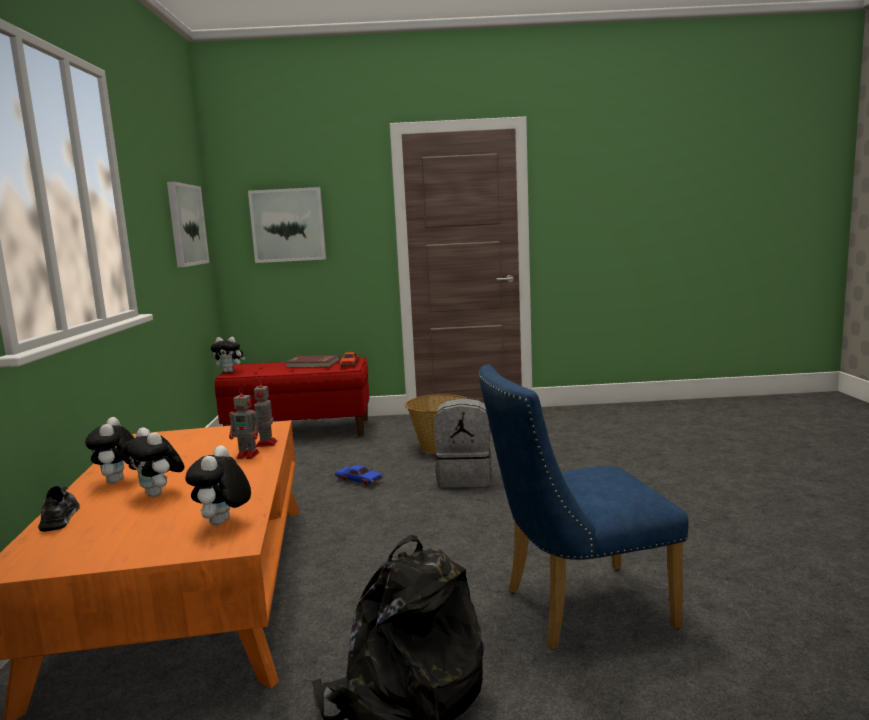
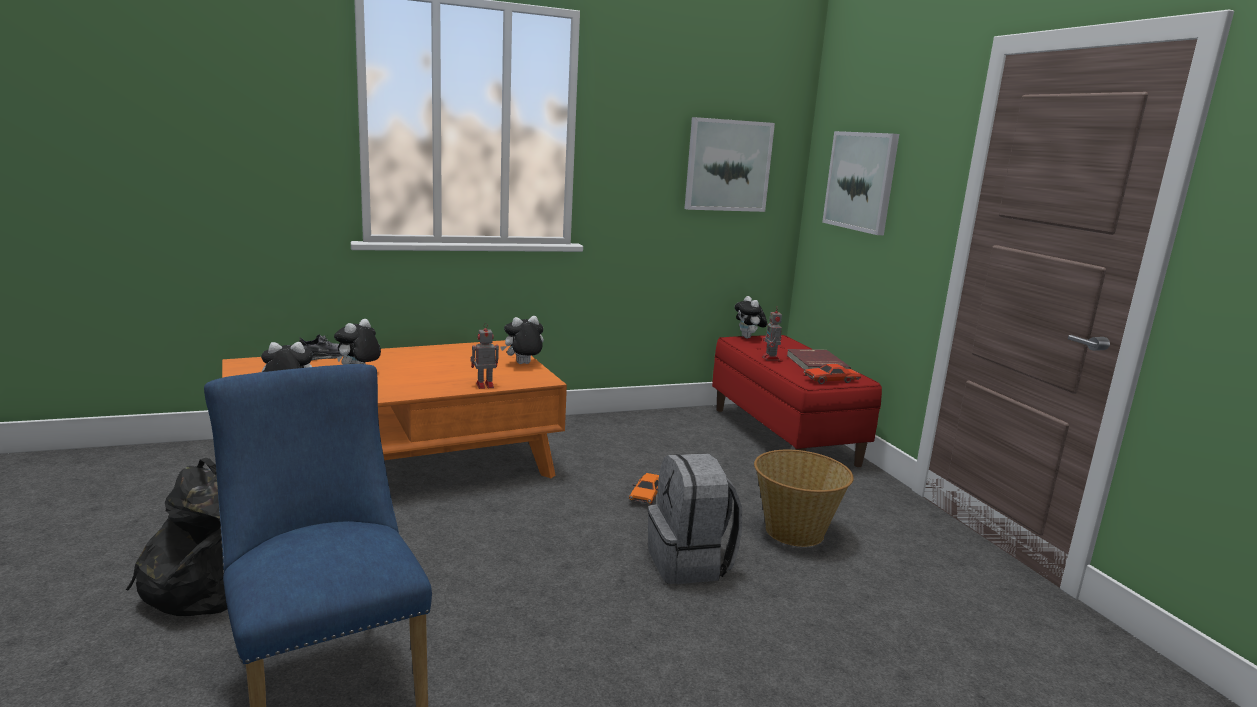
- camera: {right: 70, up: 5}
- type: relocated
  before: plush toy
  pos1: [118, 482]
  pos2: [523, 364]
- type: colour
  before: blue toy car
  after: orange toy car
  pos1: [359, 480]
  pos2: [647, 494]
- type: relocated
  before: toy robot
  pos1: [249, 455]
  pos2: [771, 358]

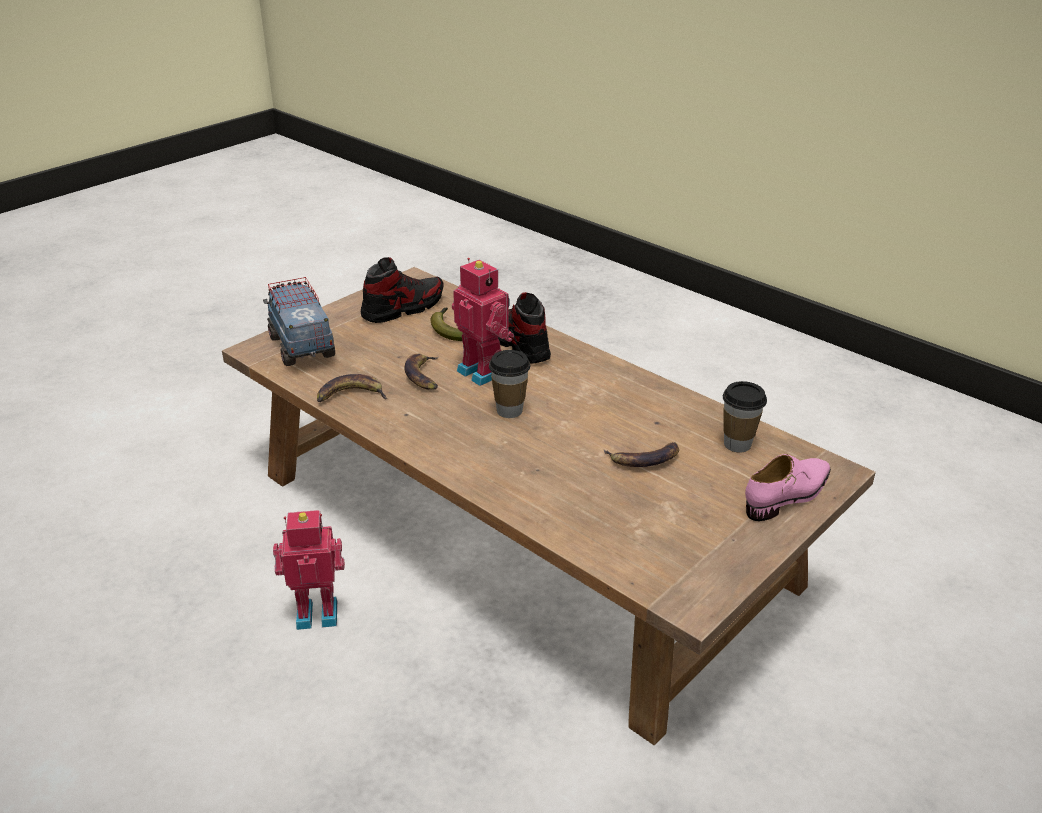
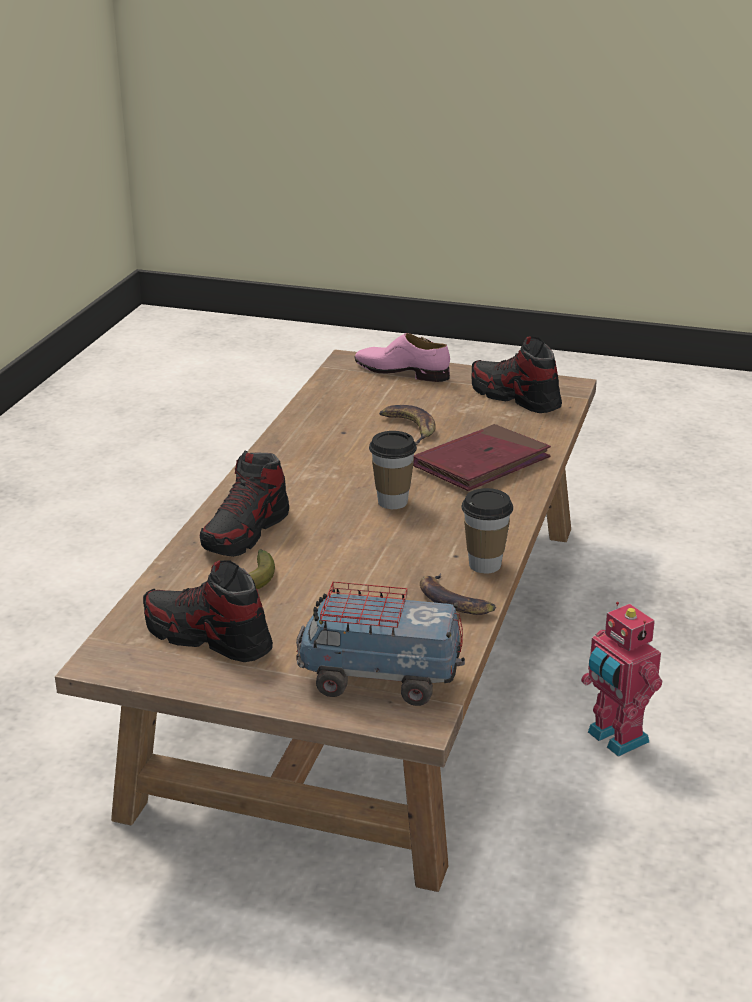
- camera: {right: -115, up: -5}
- type: spun
  before: toy truck
  pos1: [302, 347]
  pos2: [379, 679]
  turn: 60
- type: appeared
  after: red book
  pos2: [481, 463]
- type: relocated
  before: cup
  pos1: [737, 444]
  pos2: [485, 565]
- type: appeared
  after: shoe
  pos2: [515, 397]
- type: missing
  before: banana
  pos1: [424, 376]
- type: missing
  before: toy robot
  pos1: [483, 371]

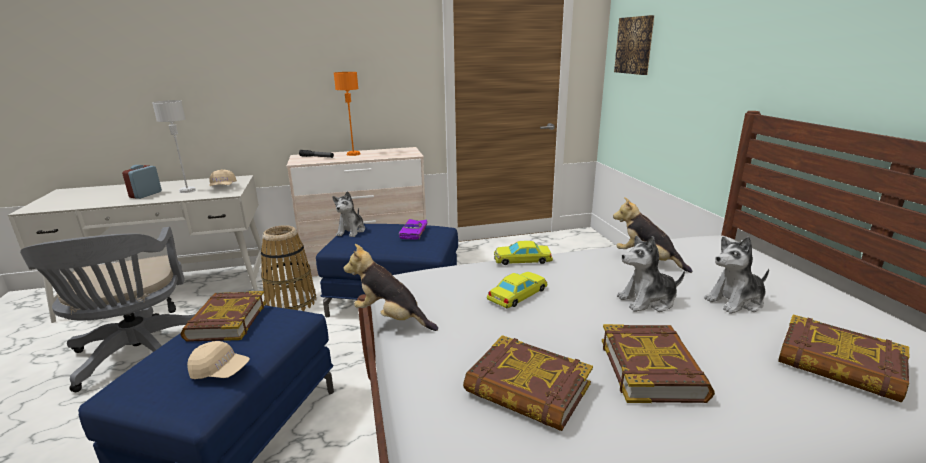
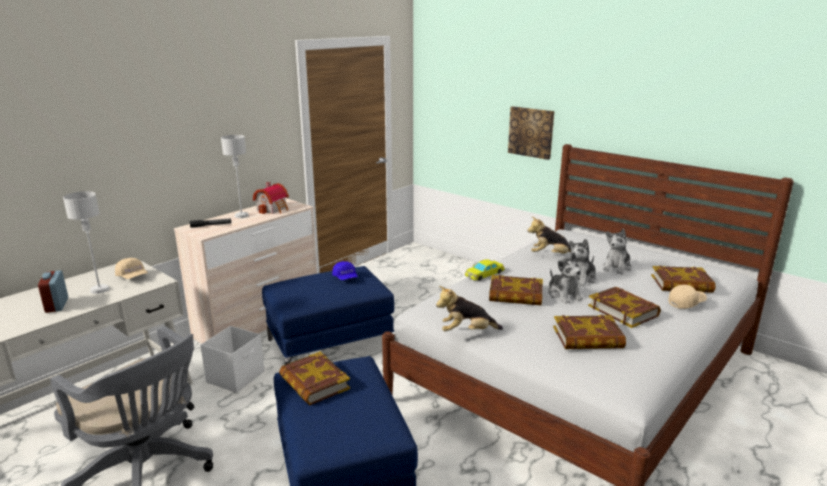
- camera: {right: -35, up: 0}
- type: exchanged
  before: basket
  after: white storage box
  pos1: [291, 302]
  pos2: [236, 377]
- type: colour
  before: orange table lamp
  after: grey table lamp
  pos1: [353, 154]
  pos2: [241, 215]
- type: appeared
  after: toy house
  pos2: [273, 209]
- type: exchanged
  before: purple toy car
  after: blue cap
  pos1: [415, 233]
  pos2: [345, 278]
- type: exchanged
  before: yellow toy car
  after: book
  pos1: [518, 294]
  pos2: [515, 295]
- type: relocated
  before: picture
  pos1: [635, 45]
  pos2: [531, 132]
- type: relocated
  before: plush toy
  pos1: [351, 231]
  pos2: [563, 295]
- type: relocated
  before: beige cap
  pos1: [220, 371]
  pos2: [686, 303]

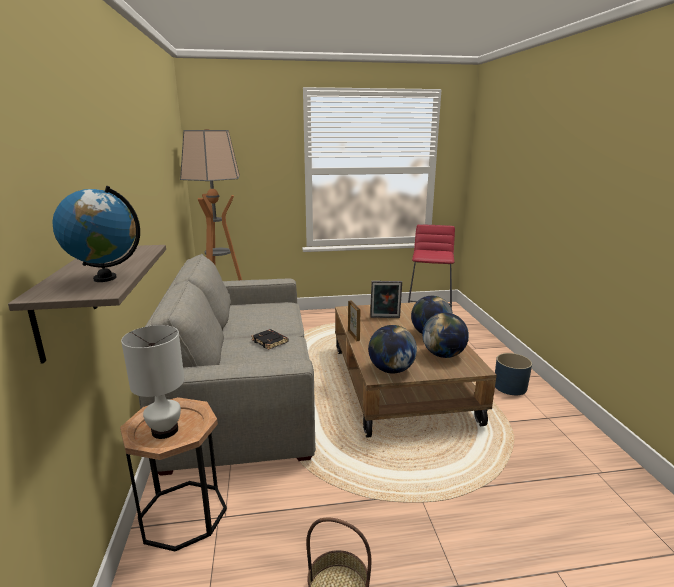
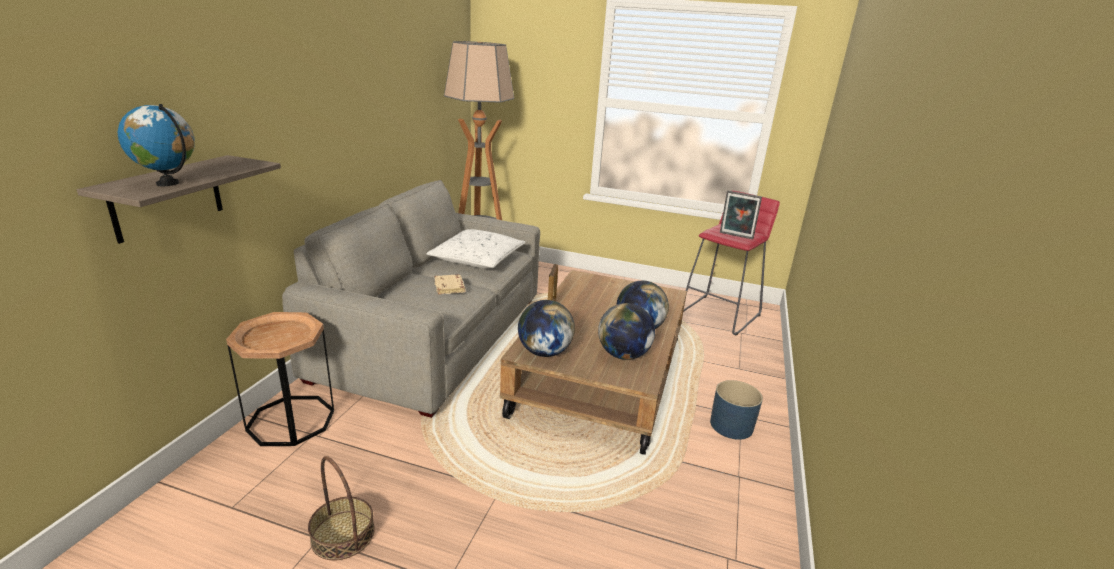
- camera: {right: 25, up: 5}
- type: appeared
  after: white pillow
  pos2: [477, 258]
- type: colour
  before: black book
  after: beige book
  pos1: [270, 341]
  pos2: [450, 287]
- type: relocated
  before: picture frame
  pos1: [385, 318]
  pos2: [735, 236]
- type: missing
  before: white table lamp
  pos1: [165, 431]

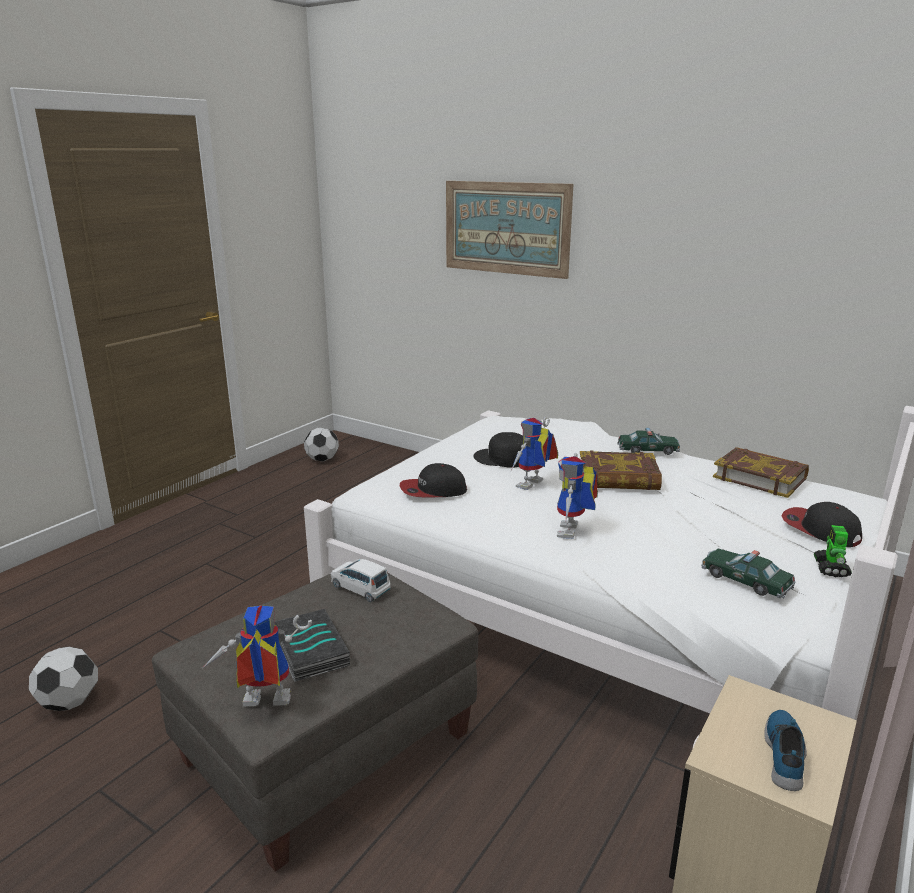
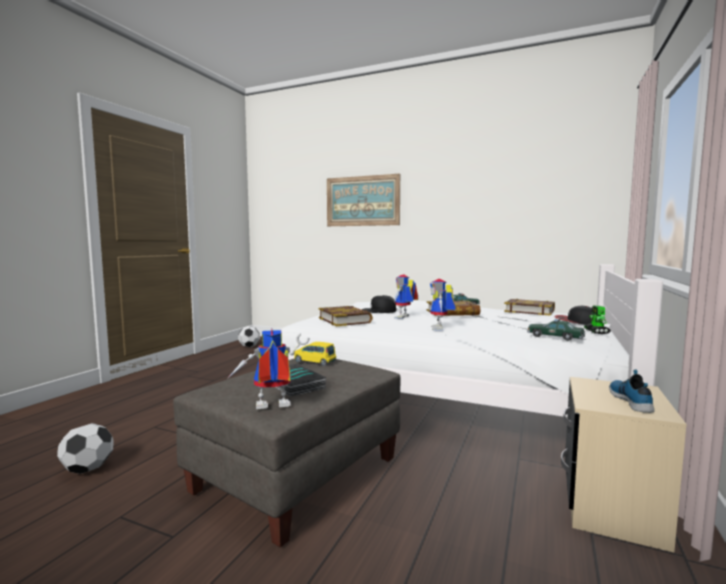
- camera: {right: -10, up: -15}
- type: colour
  before: white toy car
  after: yellow toy car
  pos1: [360, 588]
  pos2: [314, 361]
- type: exchanged
  before: cap
  after: book
  pos1: [433, 490]
  pos2: [345, 320]

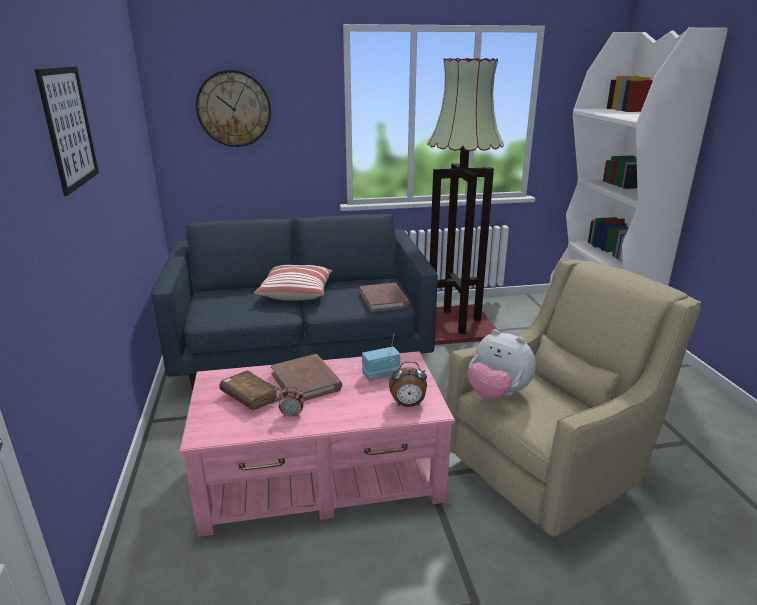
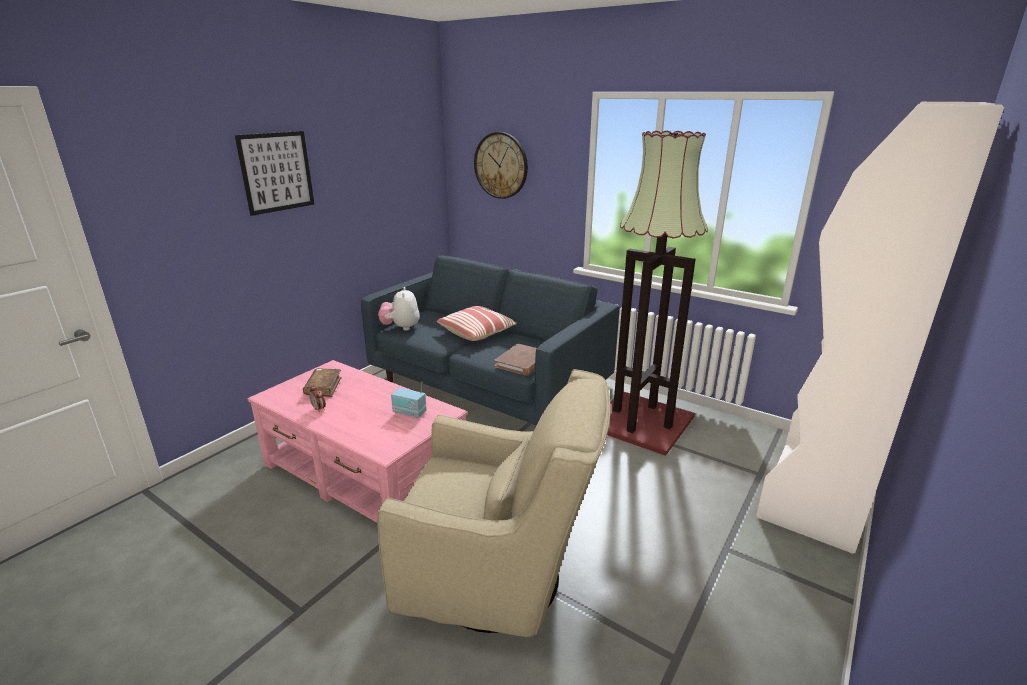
- camera: {right: 45, up: 0}
- type: relocated
  before: plush toy
  pos1: [497, 394]
  pos2: [401, 328]
- type: missing
  before: brown book
  pos1: [306, 381]
- type: missing
  before: alarm clock
  pos1: [408, 405]

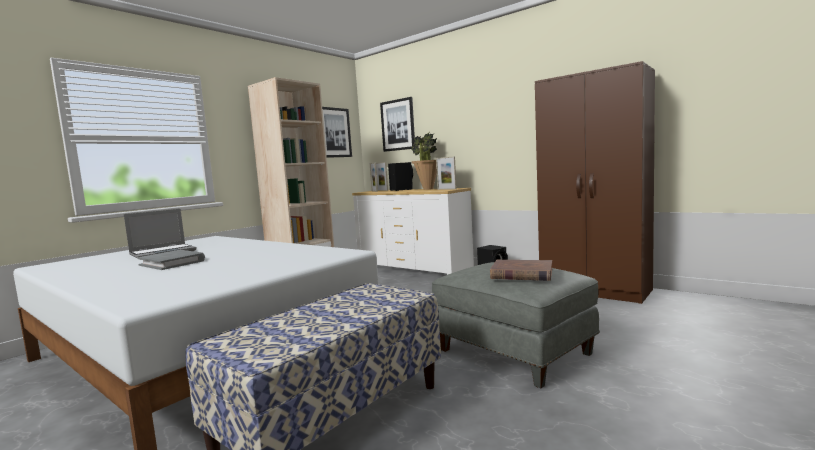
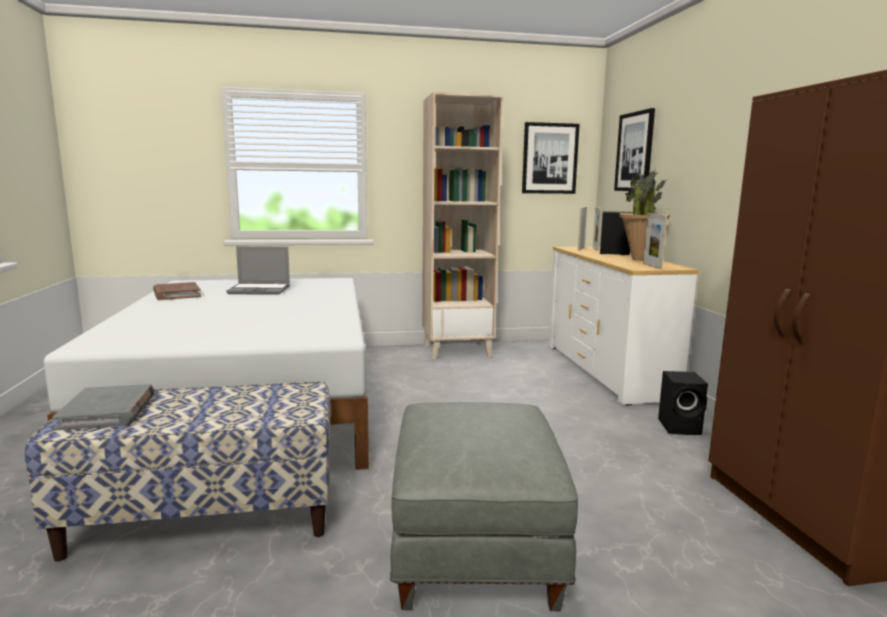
- camera: {right: 40, up: 5}
- type: relocated
  before: grey book
  pos1: [172, 263]
  pos2: [108, 411]
- type: relocated
  before: brown book
  pos1: [521, 274]
  pos2: [176, 294]

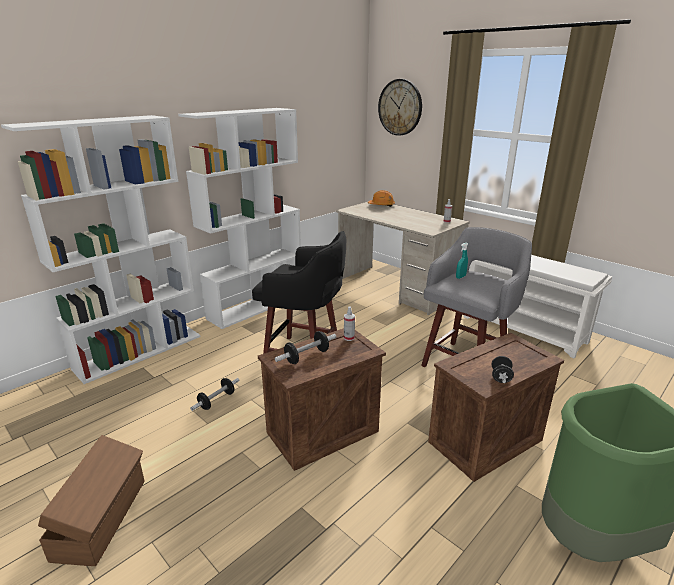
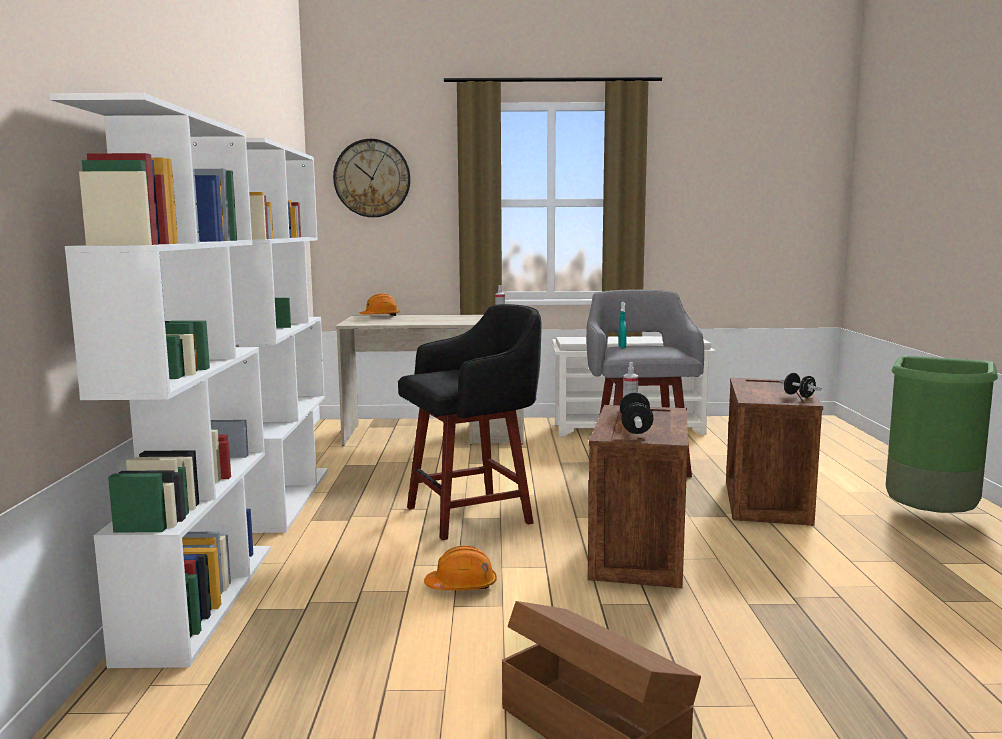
- camera: {right: -45, up: -15}
- type: exchanged
  before: dumbbell
  after: orange hard hat
  pos1: [216, 401]
  pos2: [462, 586]

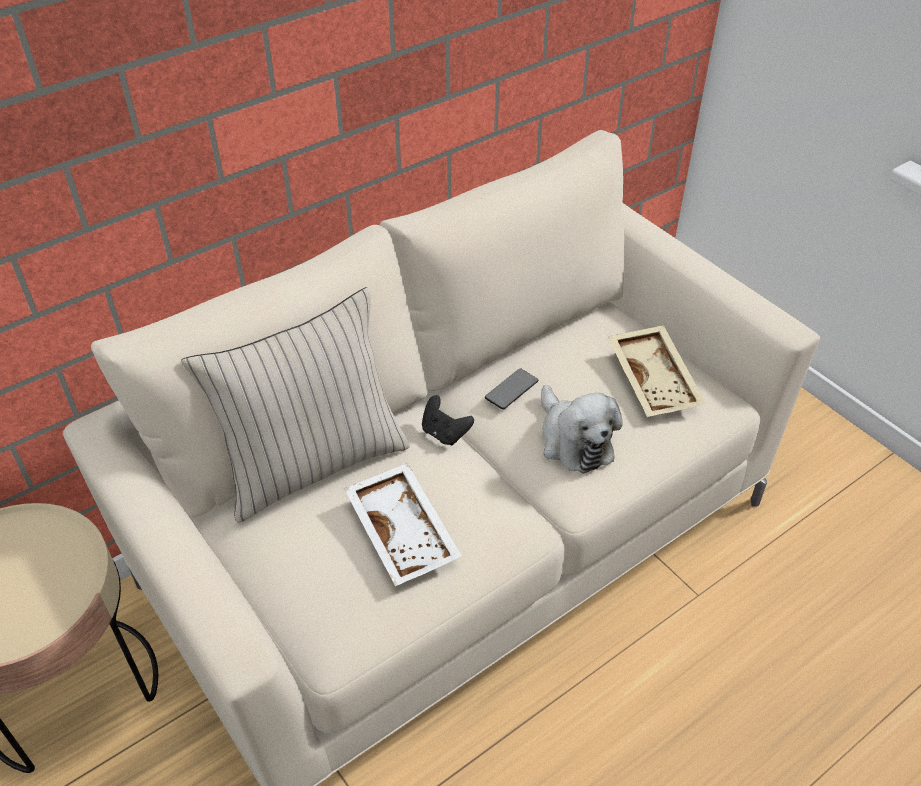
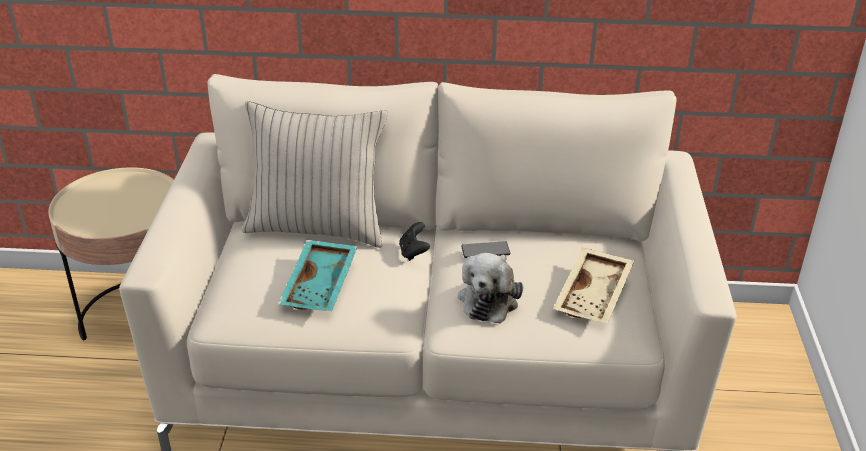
- camera: {right: 40, up: -10}
- type: colour
  before: white tray
  after: turquoise tray
  pos1: [404, 532]
  pos2: [321, 285]

